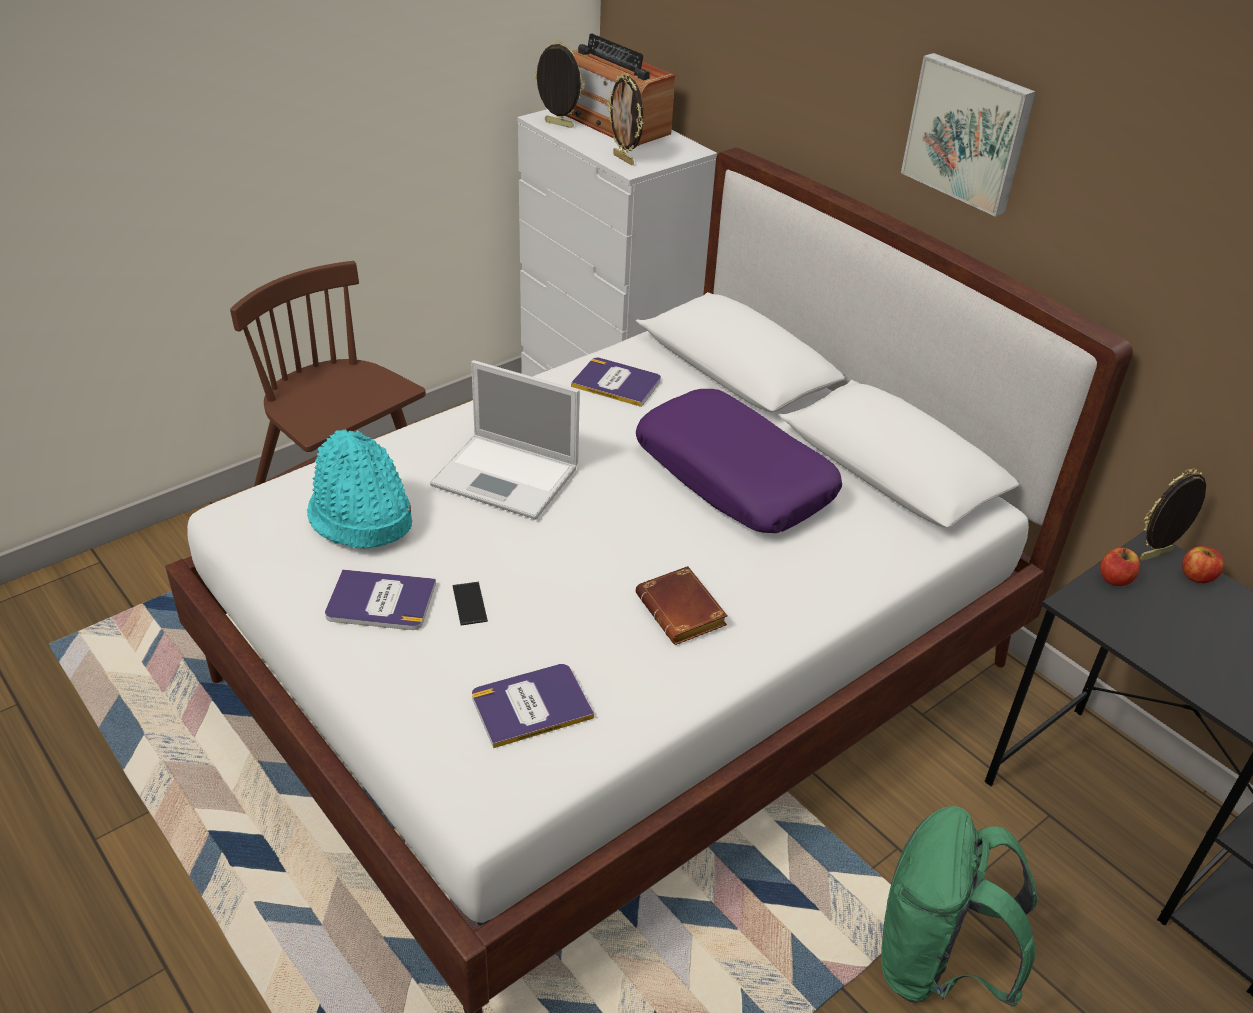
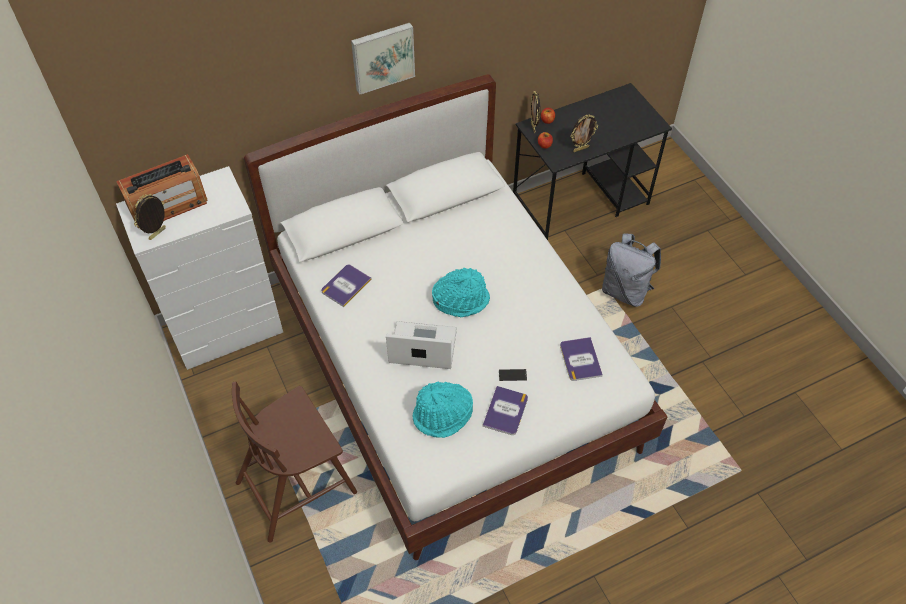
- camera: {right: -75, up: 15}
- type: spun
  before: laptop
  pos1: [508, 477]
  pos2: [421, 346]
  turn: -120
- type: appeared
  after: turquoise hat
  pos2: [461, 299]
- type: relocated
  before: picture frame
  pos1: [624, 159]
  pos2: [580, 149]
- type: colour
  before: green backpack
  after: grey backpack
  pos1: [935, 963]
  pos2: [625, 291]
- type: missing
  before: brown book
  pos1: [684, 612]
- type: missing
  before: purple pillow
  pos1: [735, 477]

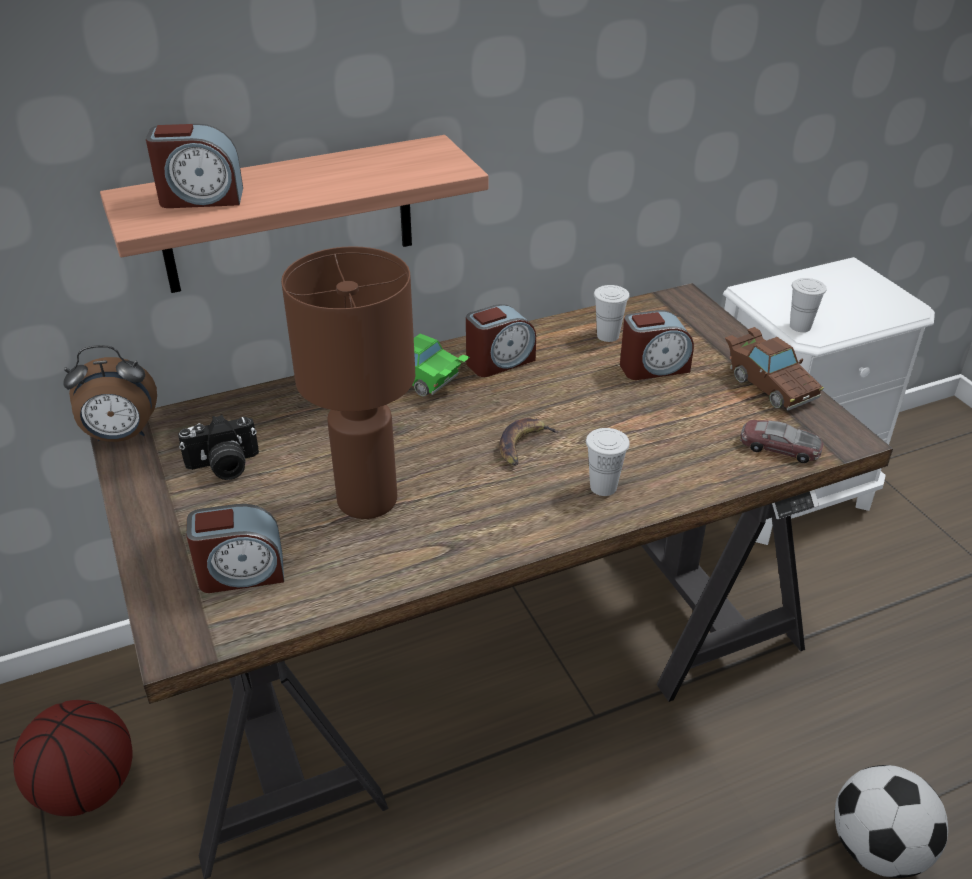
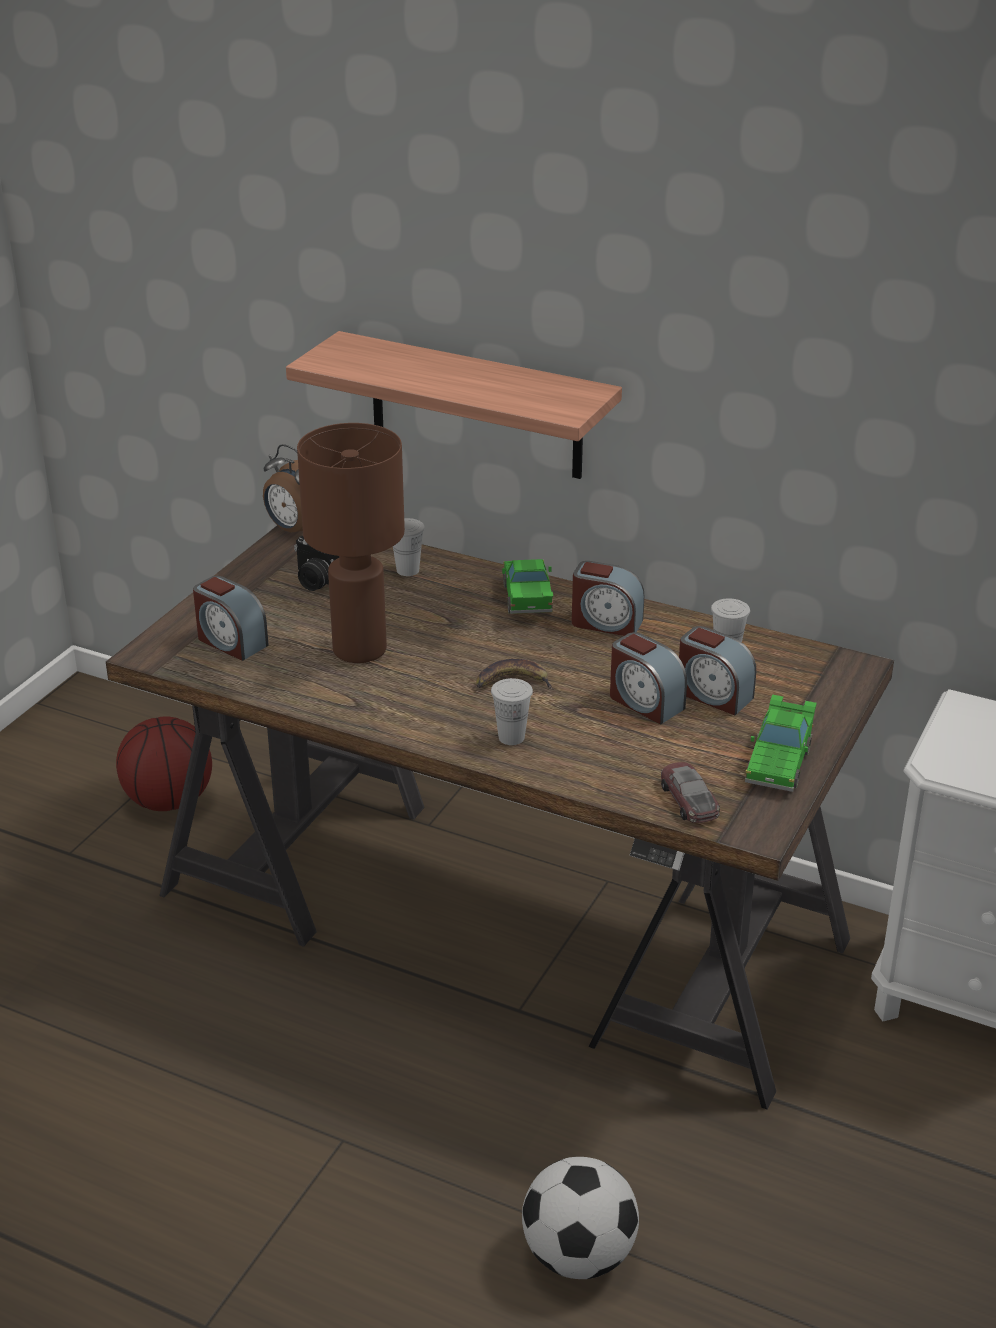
- camera: {right: 50, up: -5}
- type: relocated
  before: white cup
  pos1: [800, 326]
  pos2: [407, 570]
- type: relocated
  before: alarm clock
  pos1: [201, 198]
  pos2: [645, 702]
- type: colour
  before: brown toy car
  after: green toy car
  pos1: [768, 384]
  pos2: [779, 761]

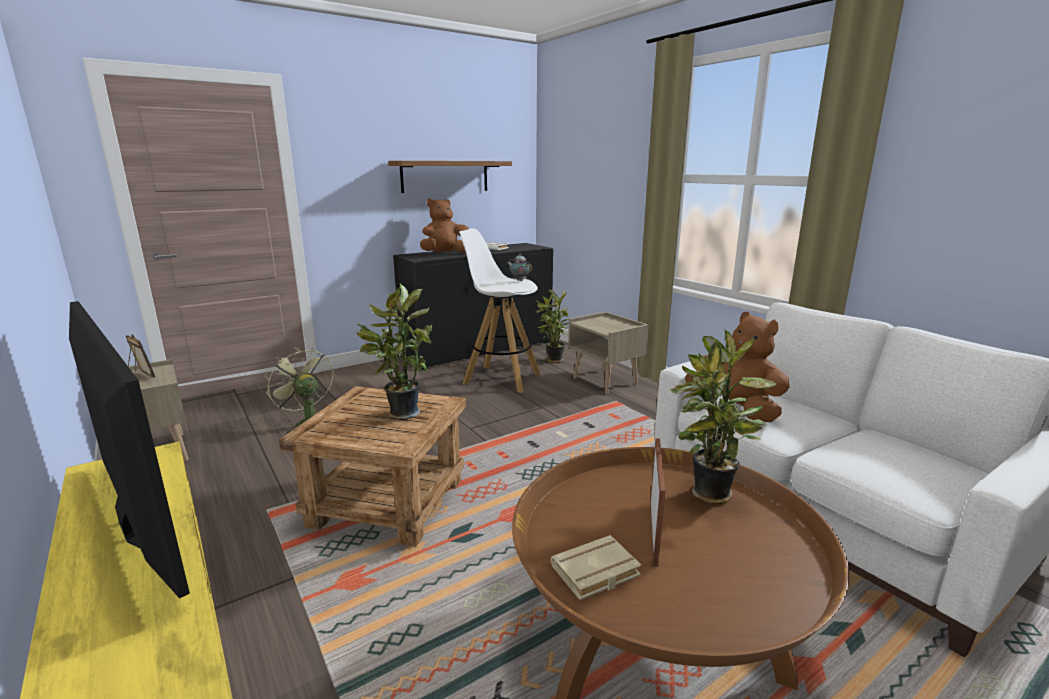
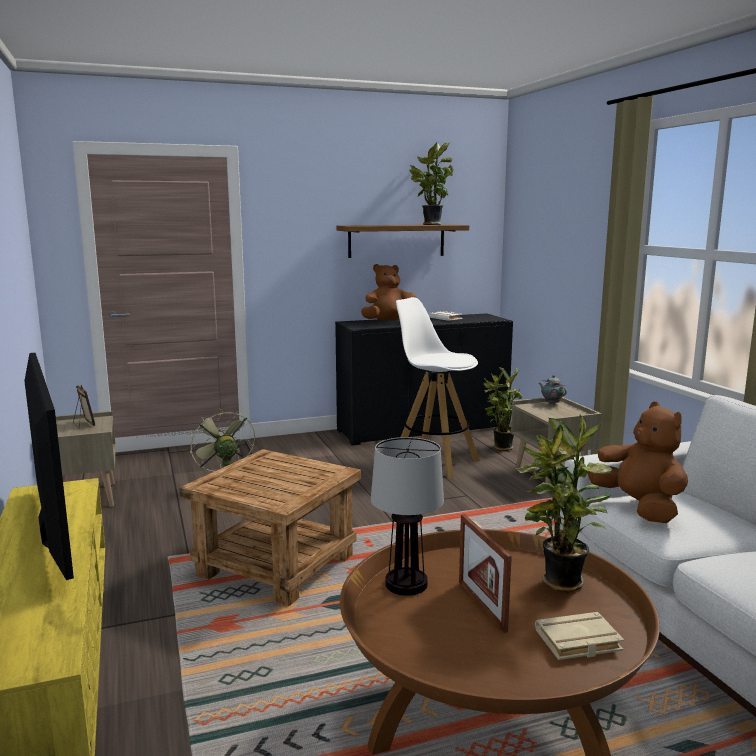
- camera: {right: 15, up: -5}
- type: appeared
  after: table lamp
  pos2: [406, 583]
- type: relocated
  before: potted plant
  pos1: [401, 413]
  pos2: [430, 224]
- type: spun
  before: picture frame
  pos1: [653, 533]
  pos2: [481, 606]
  turn: 135
- type: relocated
  before: beige book
  pos1: [595, 573]
  pos2: [577, 642]
- type: relocated
  before: teapot
  pos1: [519, 280]
  pos2: [551, 404]

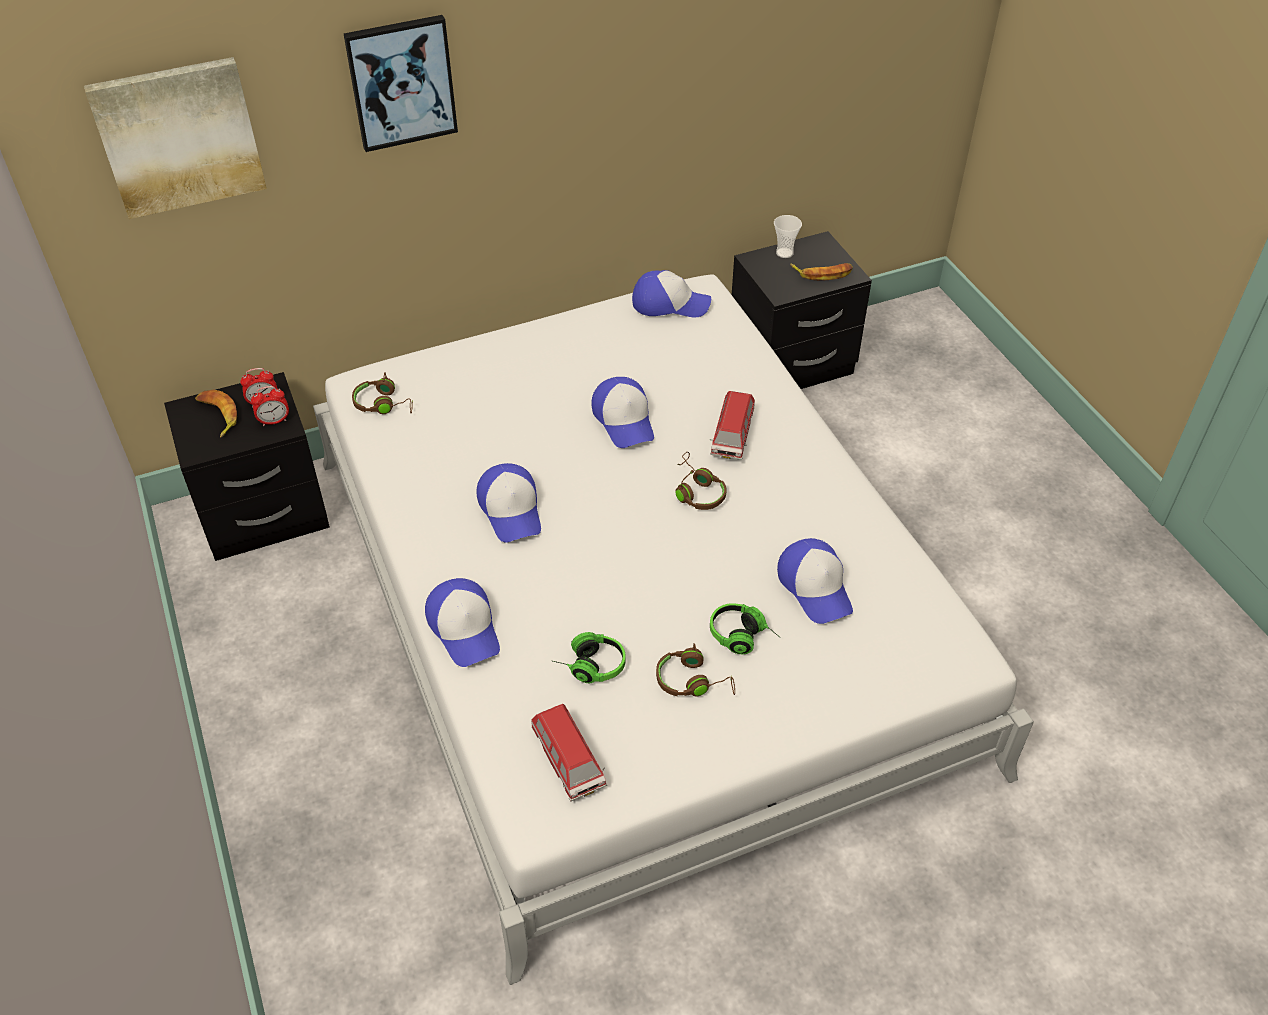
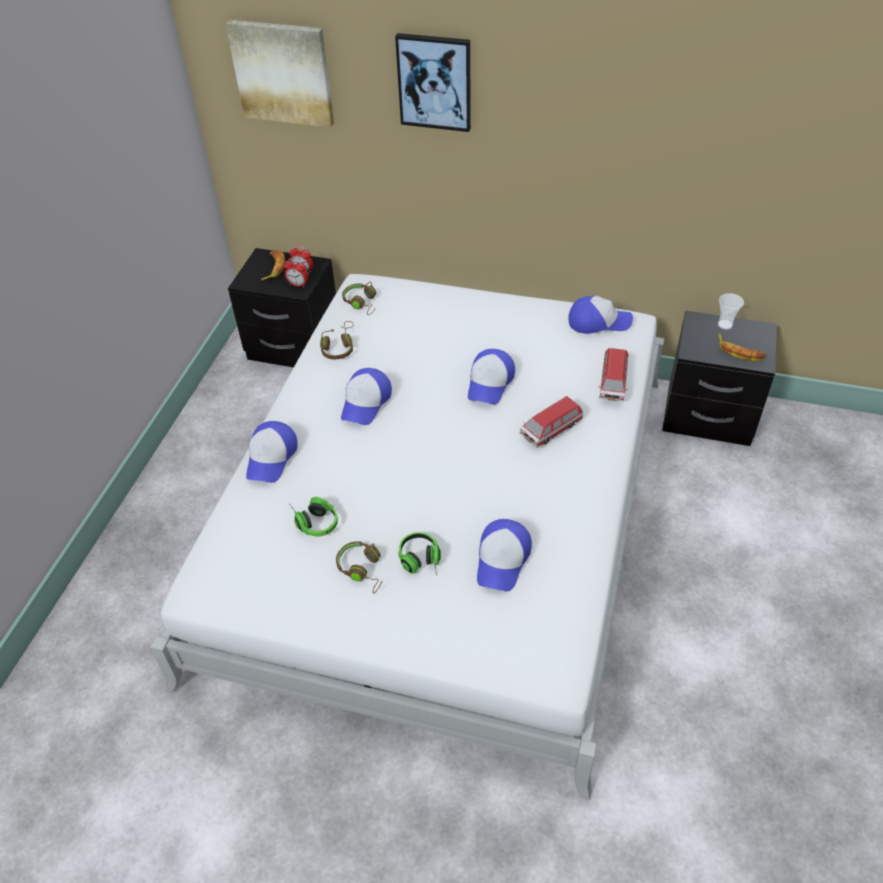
- camera: {right: 40, up: 0}
- type: relocated
  before: brown headphones
  pos1: [697, 491]
  pos2: [339, 347]
- type: spun
  before: cap
  pos1: [670, 303]
  pos2: [598, 321]
  turn: -45
- type: relocated
  before: toy car
  pos1: [568, 760]
  pos2: [613, 383]

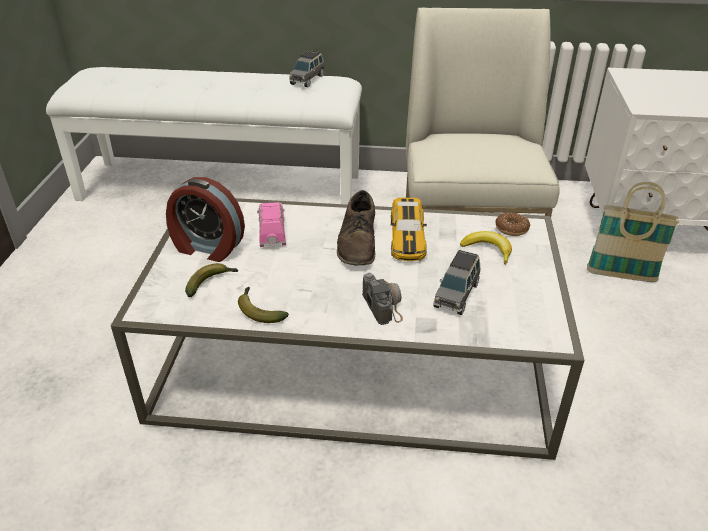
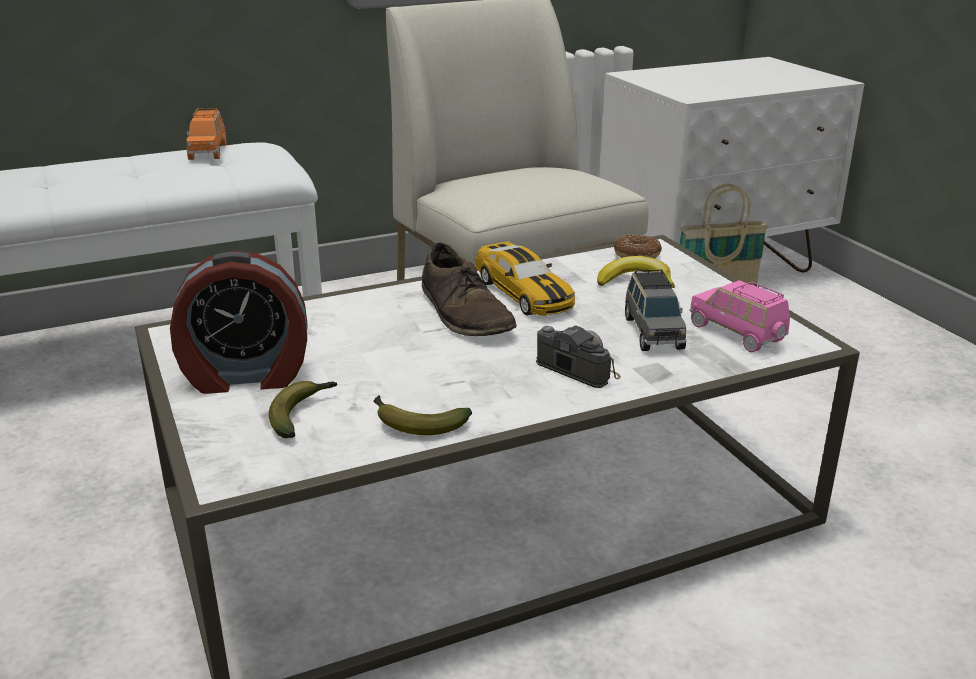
- camera: {right: -30, up: -10}
- type: colour
  before: grey toy car
  after: orange toy car
  pos1: [307, 79]
  pos2: [208, 151]
- type: relocated
  before: pink toy car
  pos1: [272, 234]
  pos2: [737, 334]

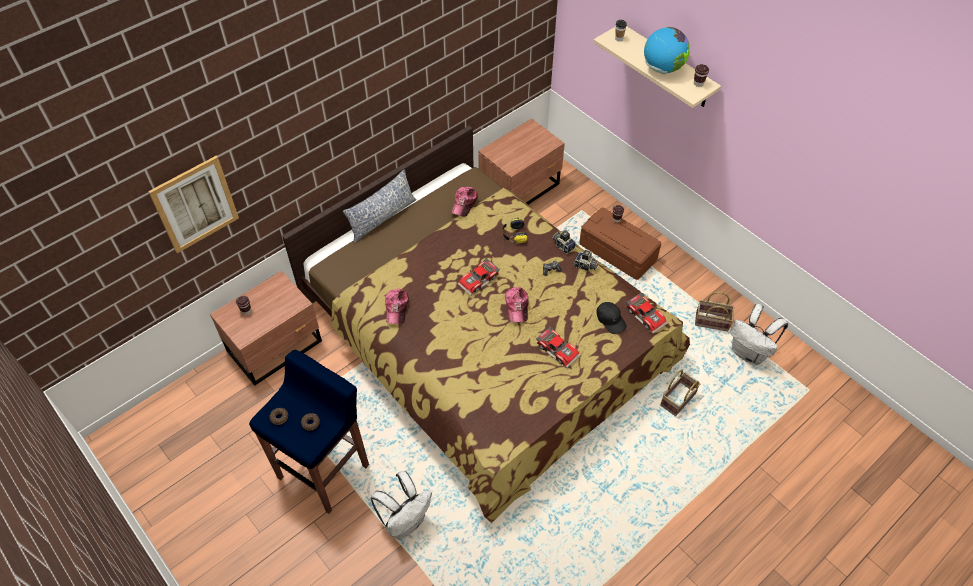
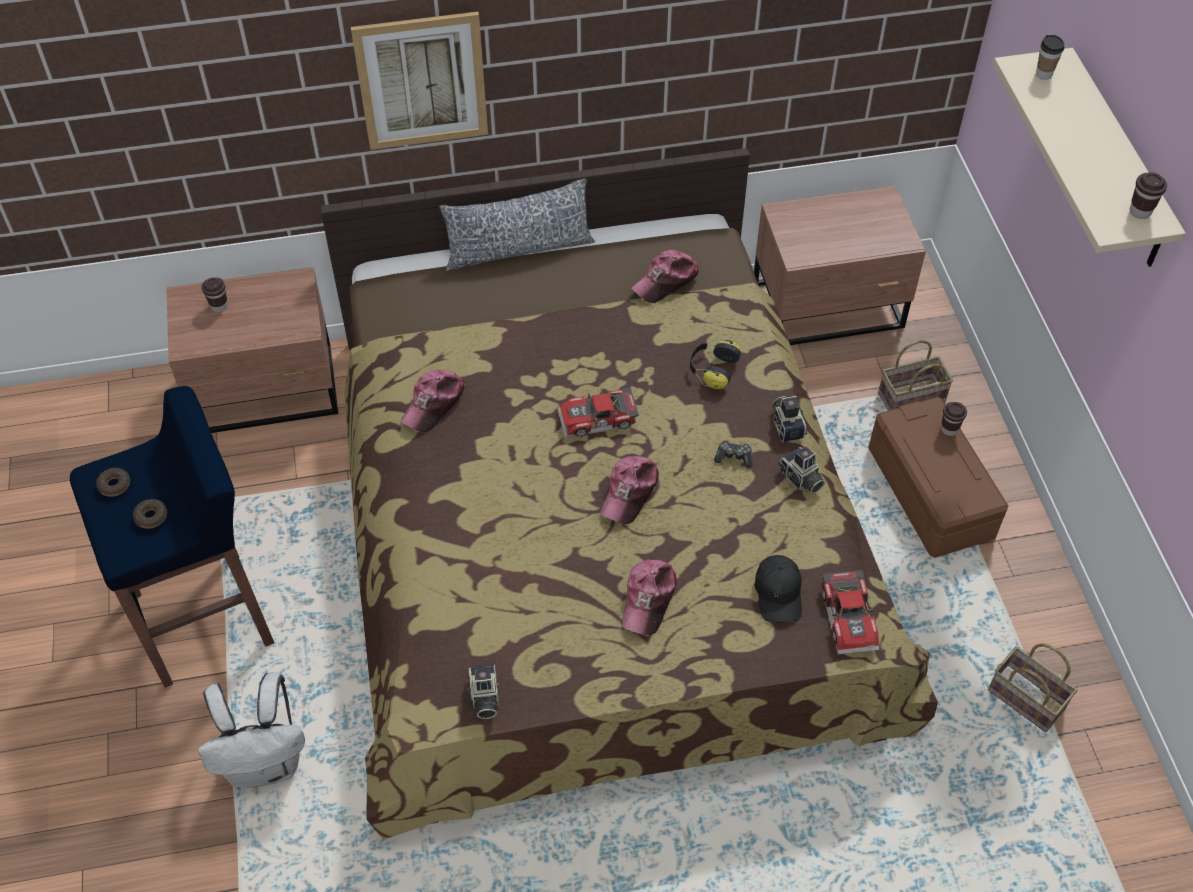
- camera: {right: 30, up: 0}
- type: relocated
  before: picture
  pos1: [195, 204]
  pos2: [422, 81]
- type: appeared
  after: photo camera
  pos2: [484, 697]
- type: exchanged
  before: toy car
  after: cap
  pos1: [558, 349]
  pos2: [648, 599]
- type: relocated
  before: basket
  pos1: [678, 401]
  pos2: [910, 399]
- type: missing
  before: globe
  pos1: [662, 69]
- type: missing
  before: white backpack
  pos1: [749, 353]

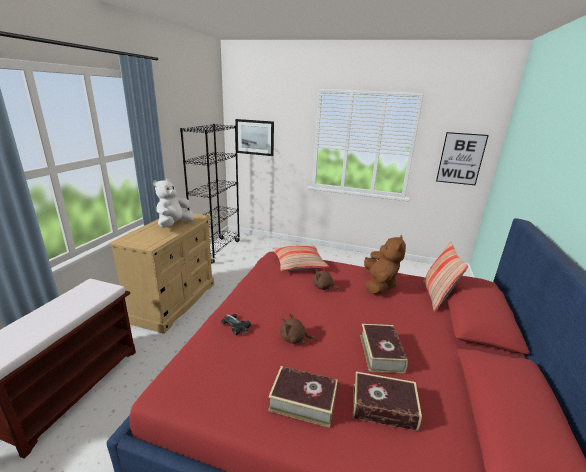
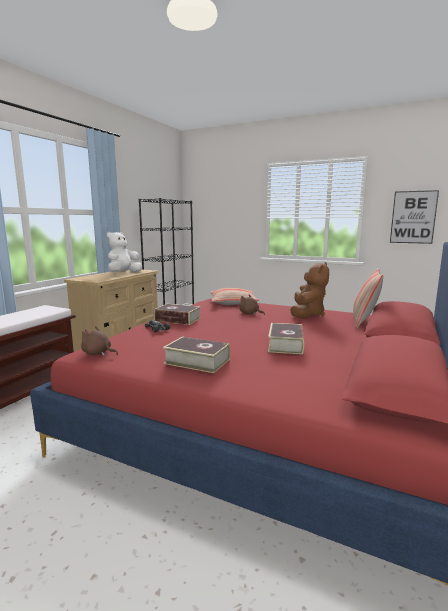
- camera: {right: 10, up: -10}
- type: relocated
  before: brown plush toy
  pos1: [294, 339]
  pos2: [98, 353]
- type: relocated
  before: book
  pos1: [383, 406]
  pos2: [177, 319]
- type: missing
  before: picture
  pos1: [254, 137]

